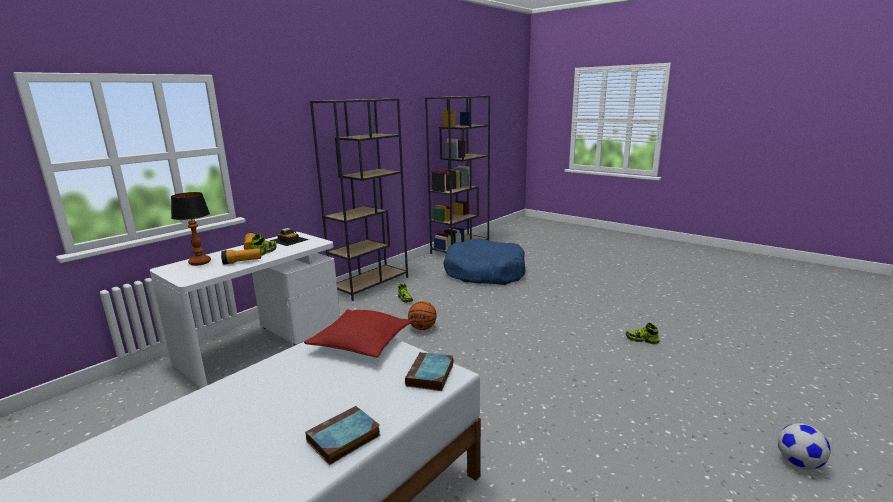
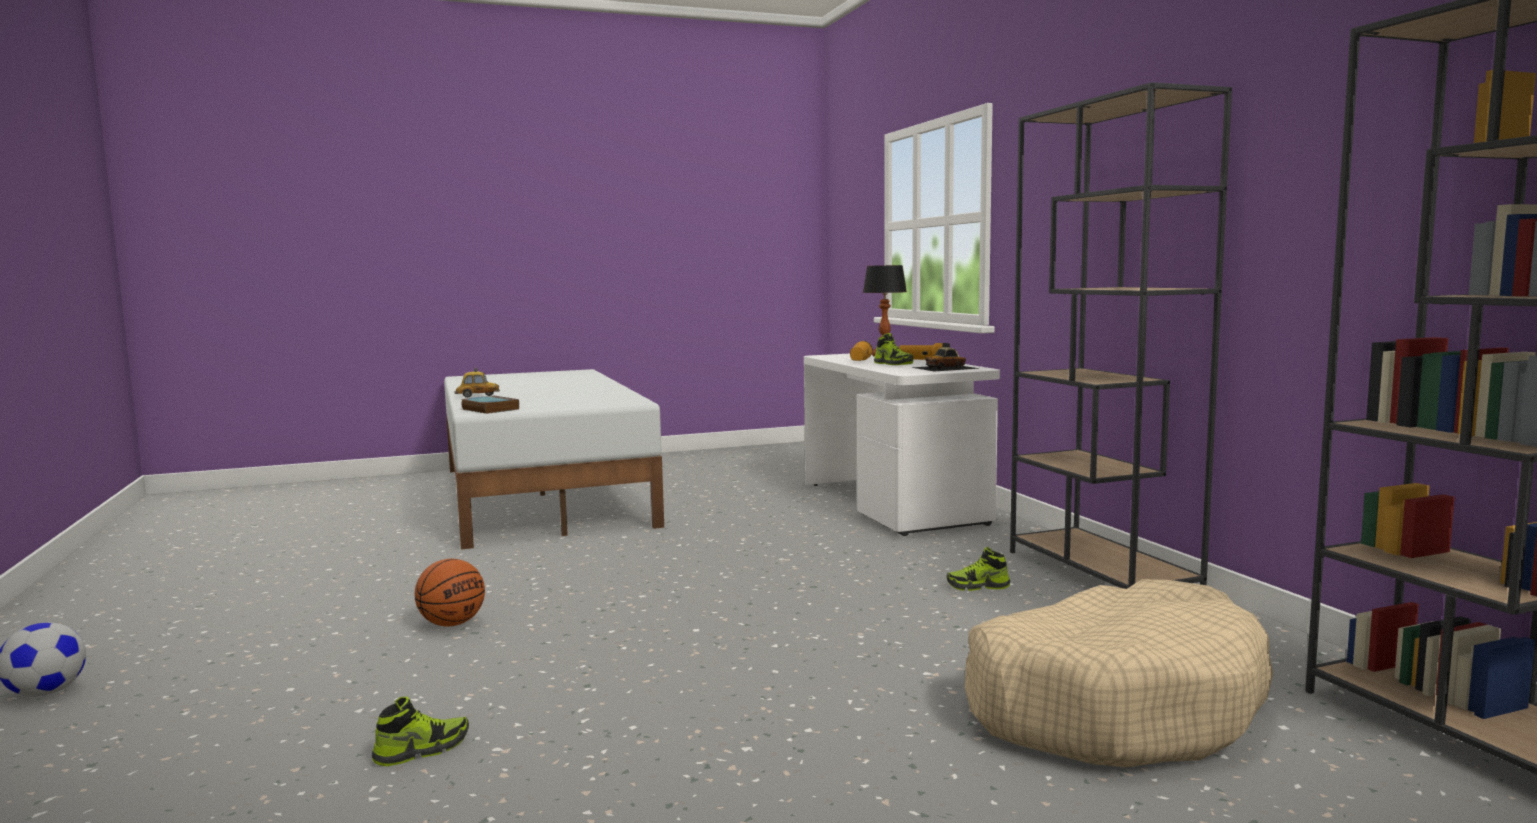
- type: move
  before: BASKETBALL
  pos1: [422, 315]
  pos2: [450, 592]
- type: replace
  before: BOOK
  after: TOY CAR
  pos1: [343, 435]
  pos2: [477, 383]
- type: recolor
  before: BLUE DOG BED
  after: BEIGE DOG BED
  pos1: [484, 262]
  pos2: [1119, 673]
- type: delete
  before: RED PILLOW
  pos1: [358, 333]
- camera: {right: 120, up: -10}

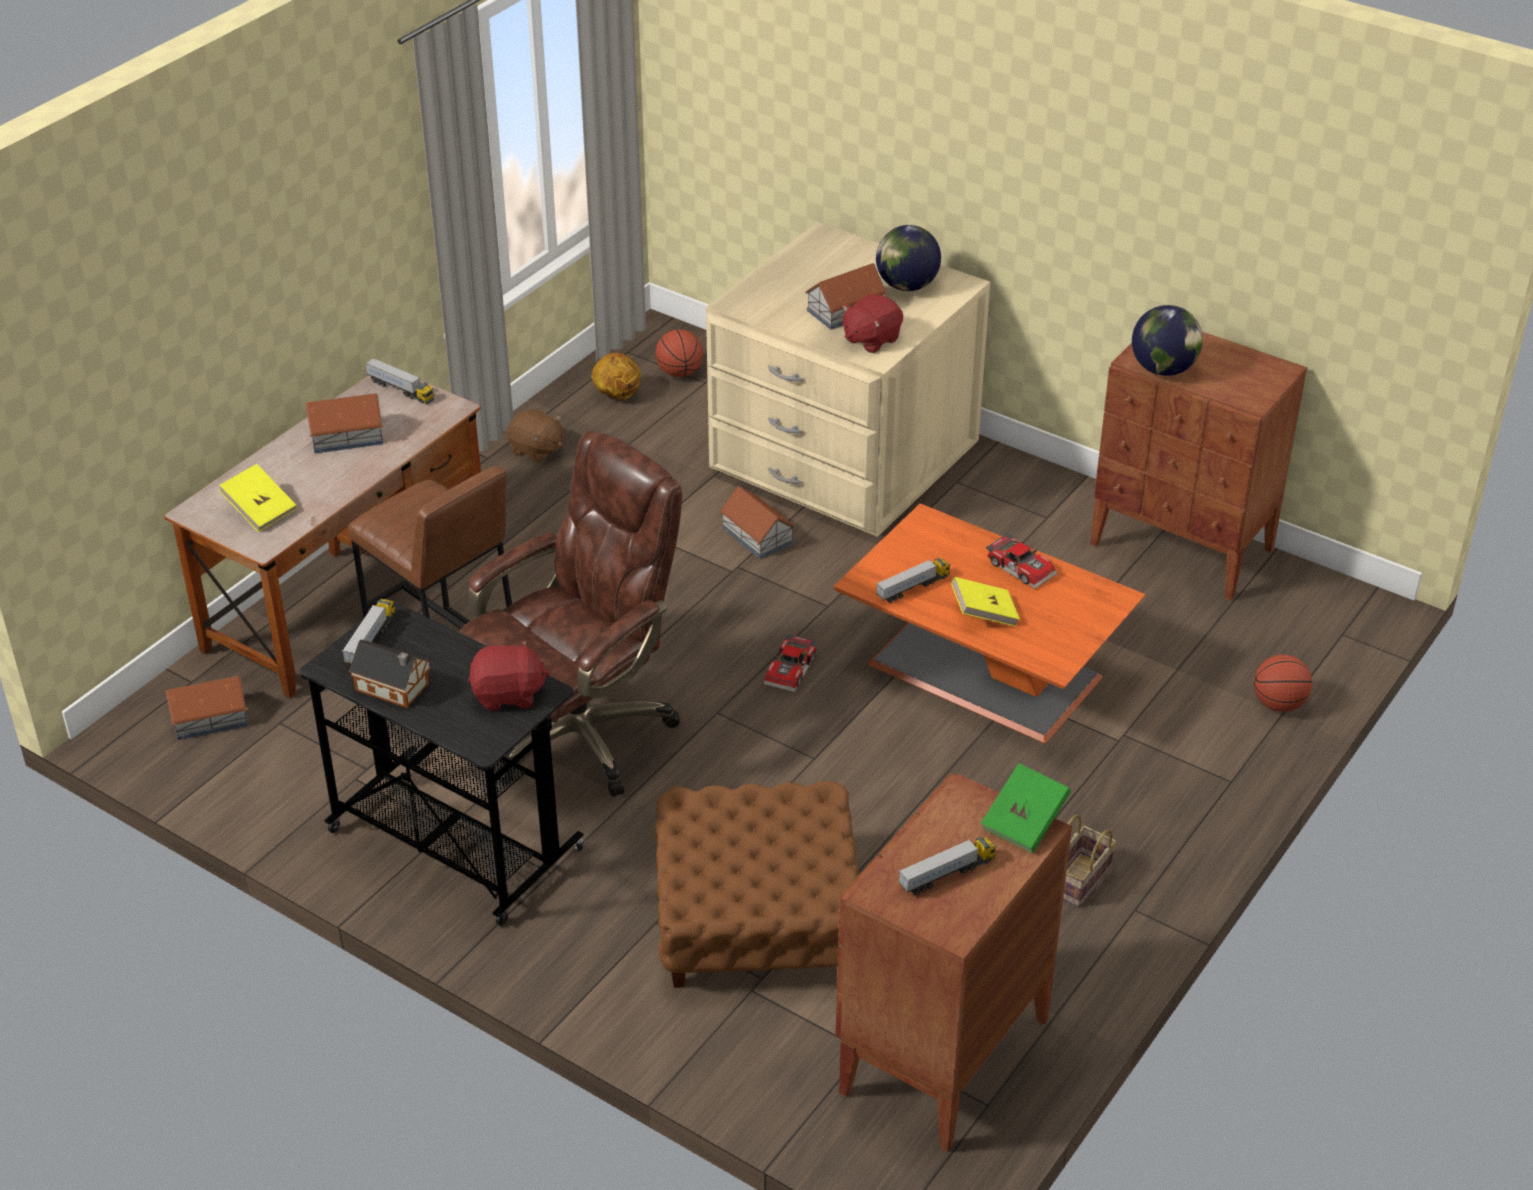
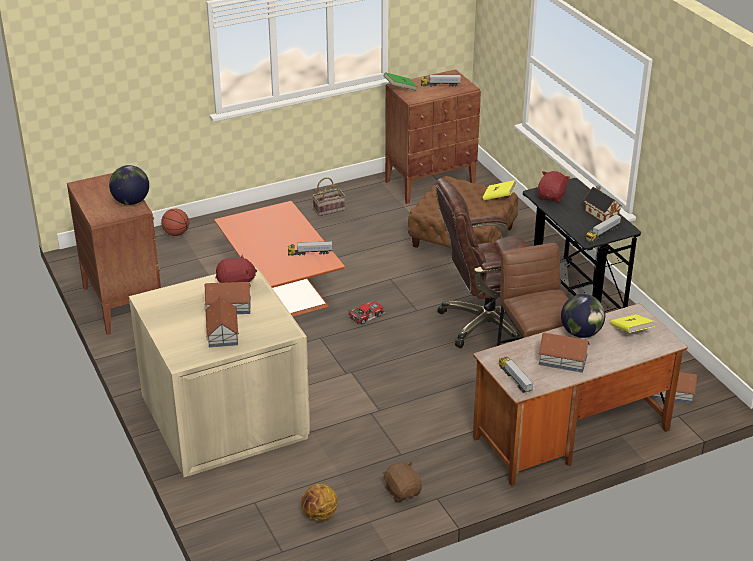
- type: move
  before: TOY HOUSE
  pos1: [758, 522]
  pos2: [222, 321]
- type: move
  before: YELLOW BOOK
  pos1: [985, 602]
  pos2: [499, 190]
- type: rotate
  before: RED PLUSH TOY
  pos1: [509, 675]
  pos2: [554, 187]
  turn: 90
- type: move
  before: GLOBE
  pos1: [908, 258]
  pos2: [583, 316]
- type: delete
  before: BASKETBALL
  pos1: [679, 353]
- type: delete
  before: TOY CAR
  pos1: [1021, 561]
- camera: {right: -150, up: -5}

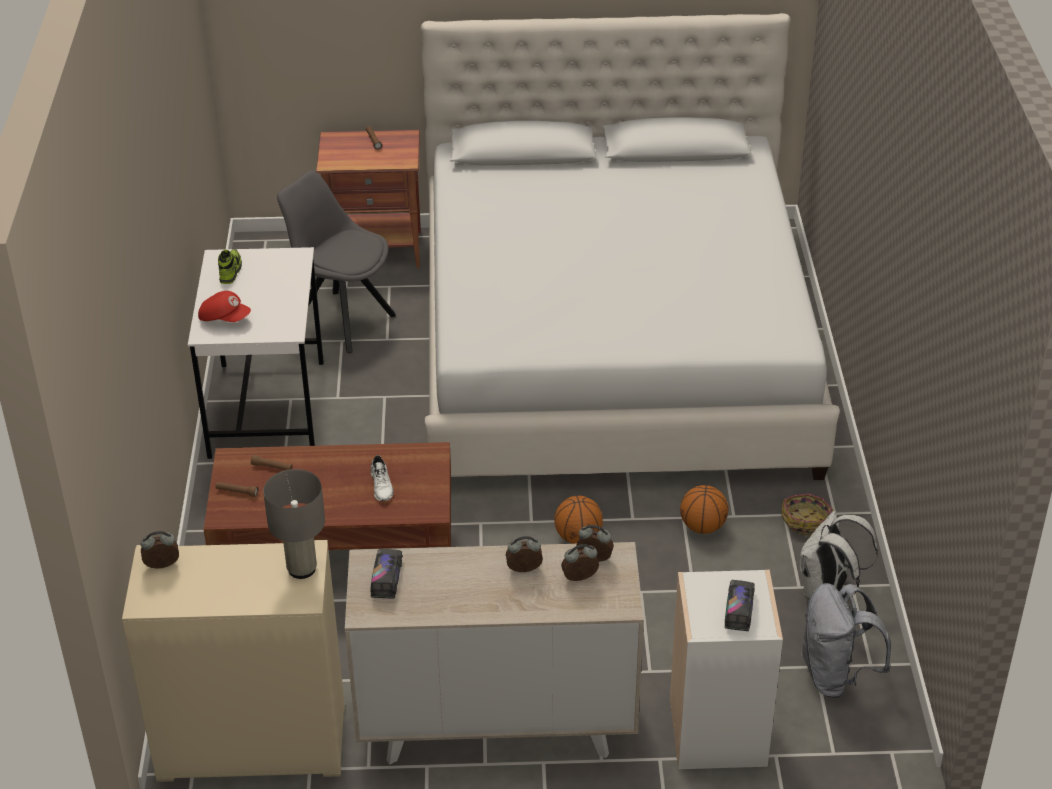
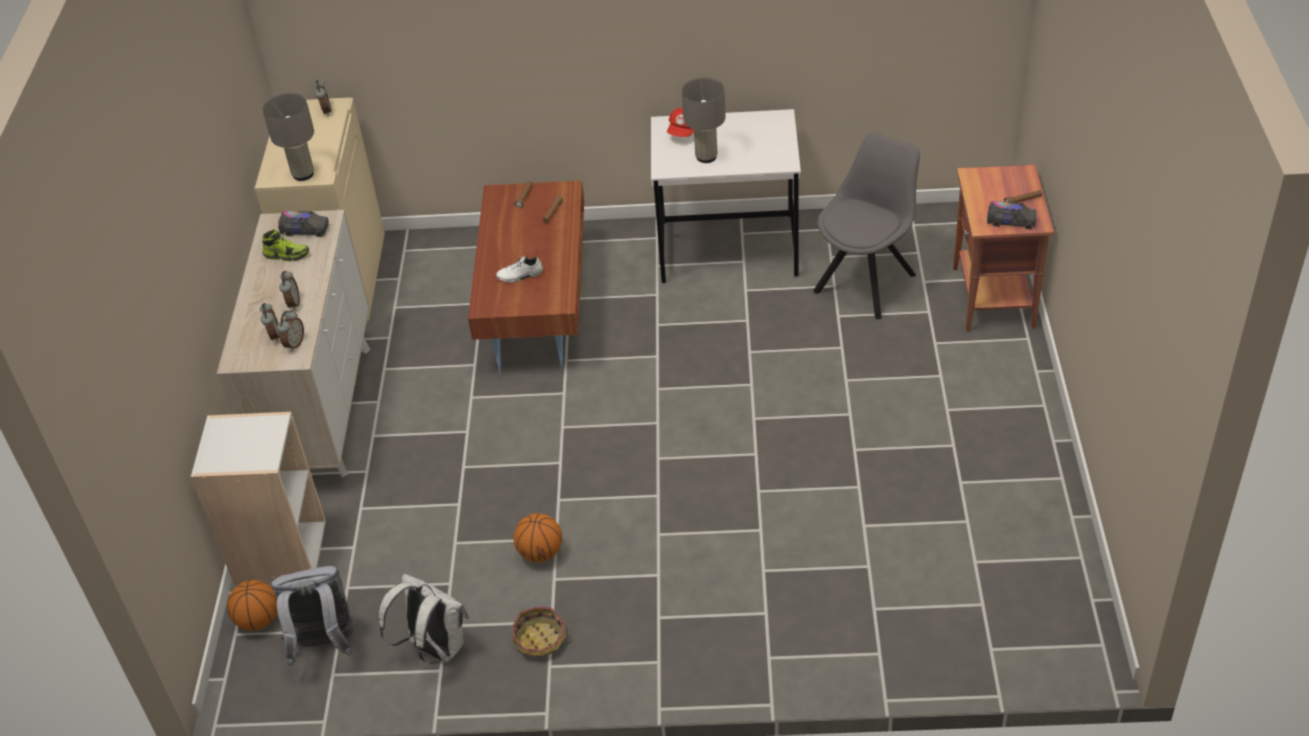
- type: move
  before: BASKETBALL
  pos1: [578, 520]
  pos2: [252, 605]
- type: move
  before: SHOE
  pos1: [230, 266]
  pos2: [285, 245]
- type: insert
  after: GREY TABLE LAMP
  pos2: [703, 120]
- type: move
  before: TOY TRUCK
  pos1: [739, 605]
  pos2: [1011, 215]
- type: delete
  before: WHITE BED
  pos1: [630, 246]
- camera: {right: 95, up: 5}

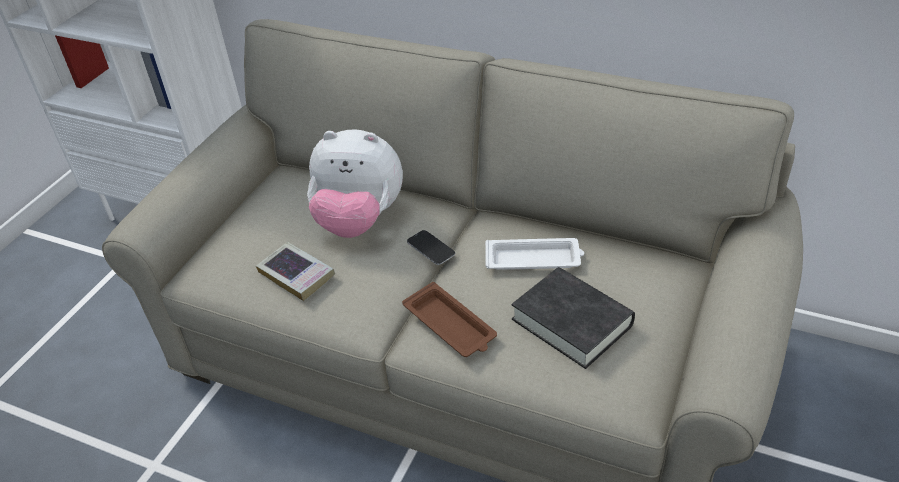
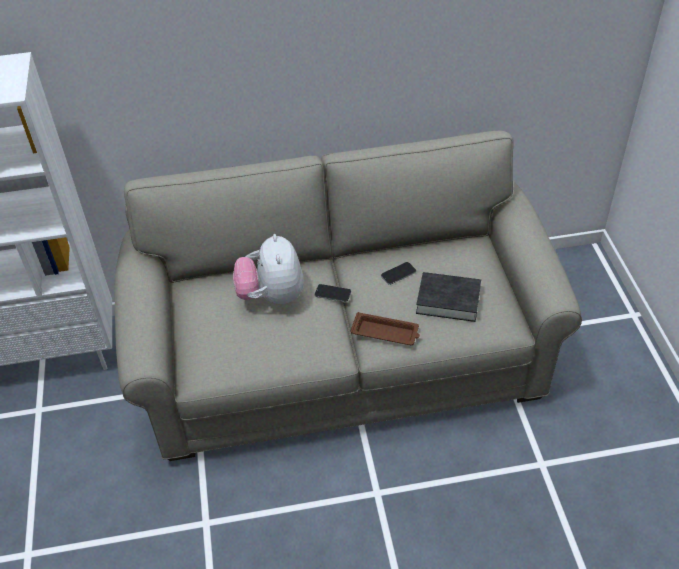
- type: rotate
  before: PLUSH TOY
  pos1: [355, 183]
  pos2: [268, 269]
  turn: 105
- type: replace
  before: WHITE TRAY
  after: PHONE
  pos1: [534, 254]
  pos2: [398, 273]
- type: delete
  before: BOOK
  pos1: [295, 271]
- camera: {right: -35, up: 5}

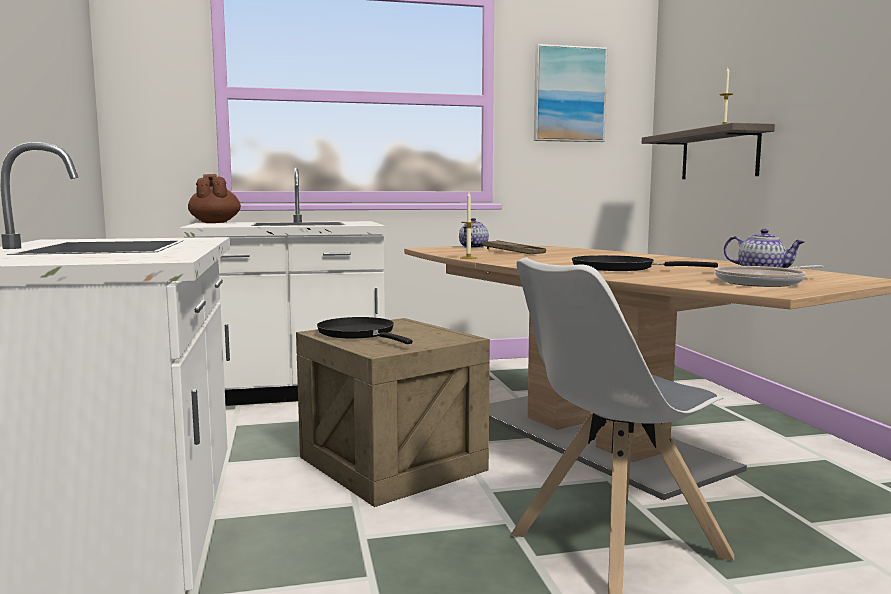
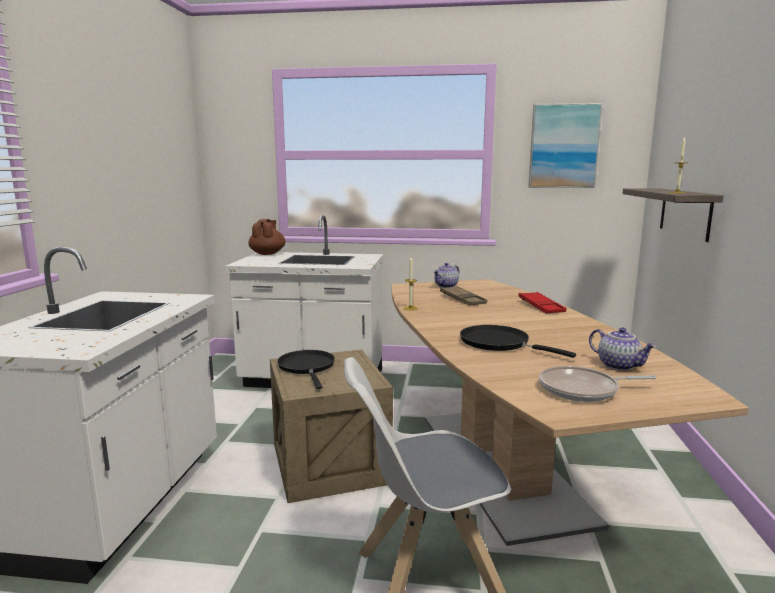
- type: insert
  after: RED TRAY
  pos2: [542, 302]
- camera: {right: 20, up: 5}

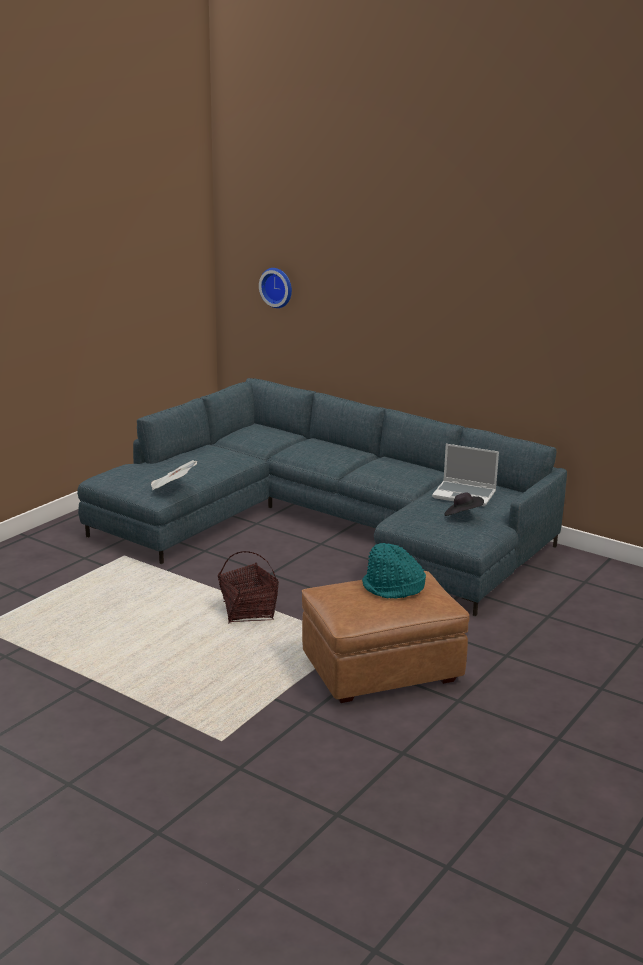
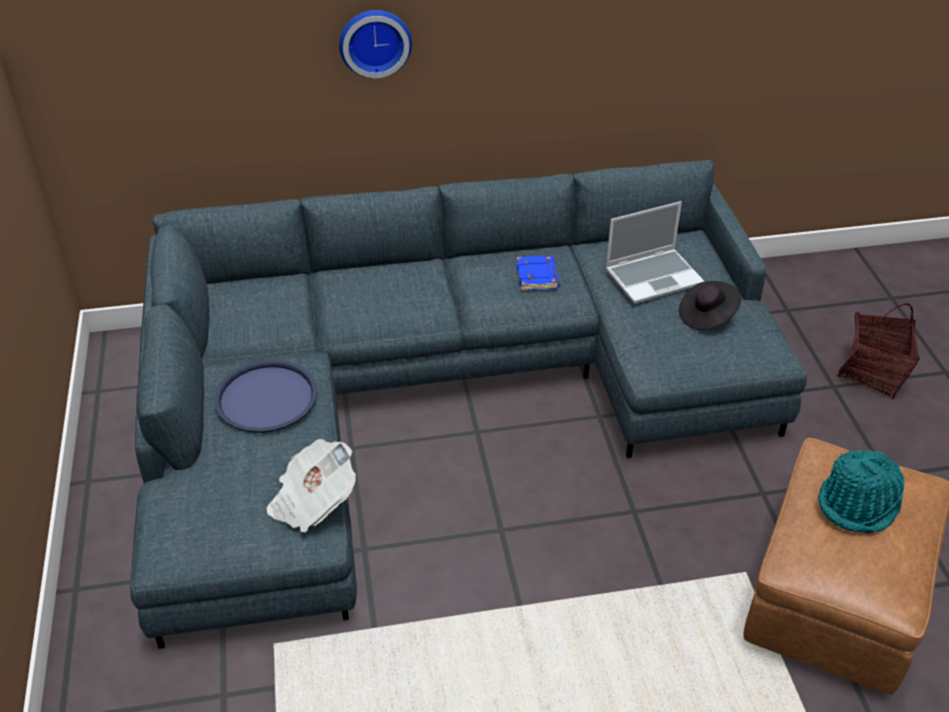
- type: insert
  after: BLUE TRAY
  pos2: [266, 396]
- type: move
  before: WALL CLOCK
  pos1: [275, 288]
  pos2: [375, 44]
- type: insert
  after: BLUE BOOK
  pos2: [538, 273]
- type: move
  before: BASKET
  pos1: [248, 587]
  pos2: [879, 351]
- camera: {right: -45, up: 20}

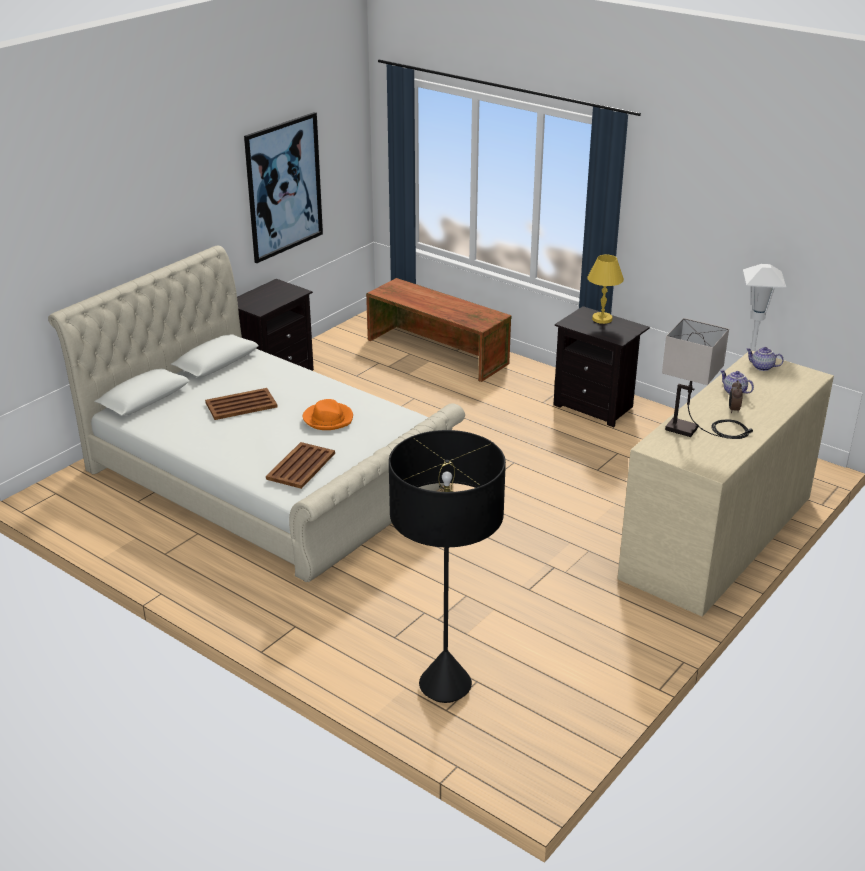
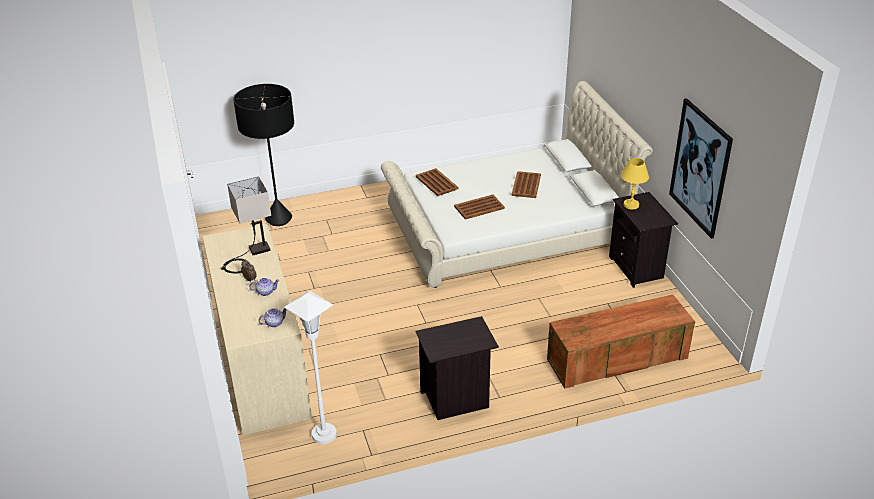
- type: replace
  before: ORANGE HAT
  after: BROWN TRAY
  pos1: [328, 414]
  pos2: [479, 207]
- type: move
  before: YELLOW TABLE LAMP
  pos1: [605, 289]
  pos2: [635, 183]
- camera: {right: 125, up: 5}

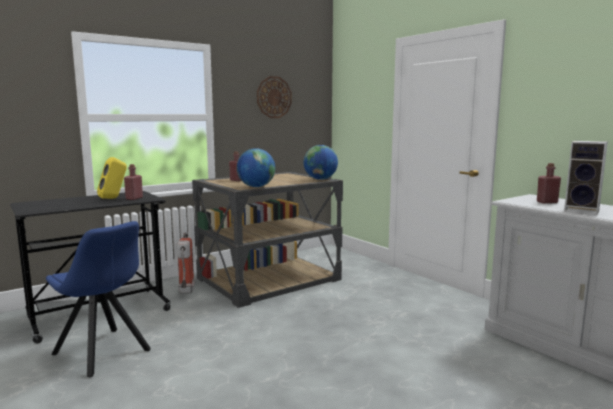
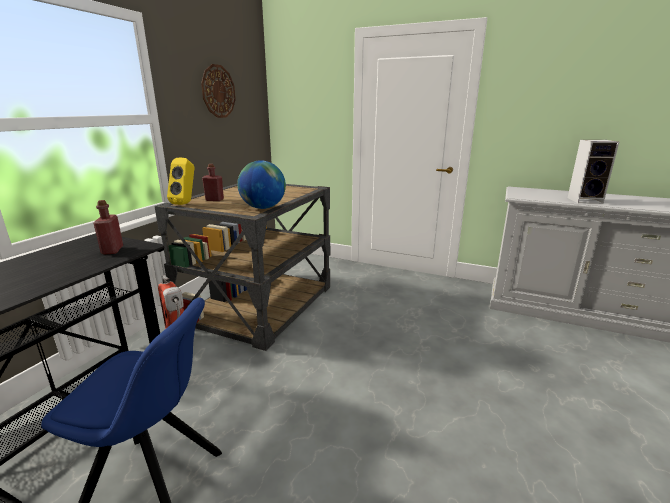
- type: move
  before: YELLOW SPEAKER
  pos1: [112, 178]
  pos2: [180, 181]
- type: delete
  before: GLOBE
  pos1: [320, 162]
- type: delete
  before: RED BOTTLE
  pos1: [549, 183]
- camera: {right: -30, up: 10}

